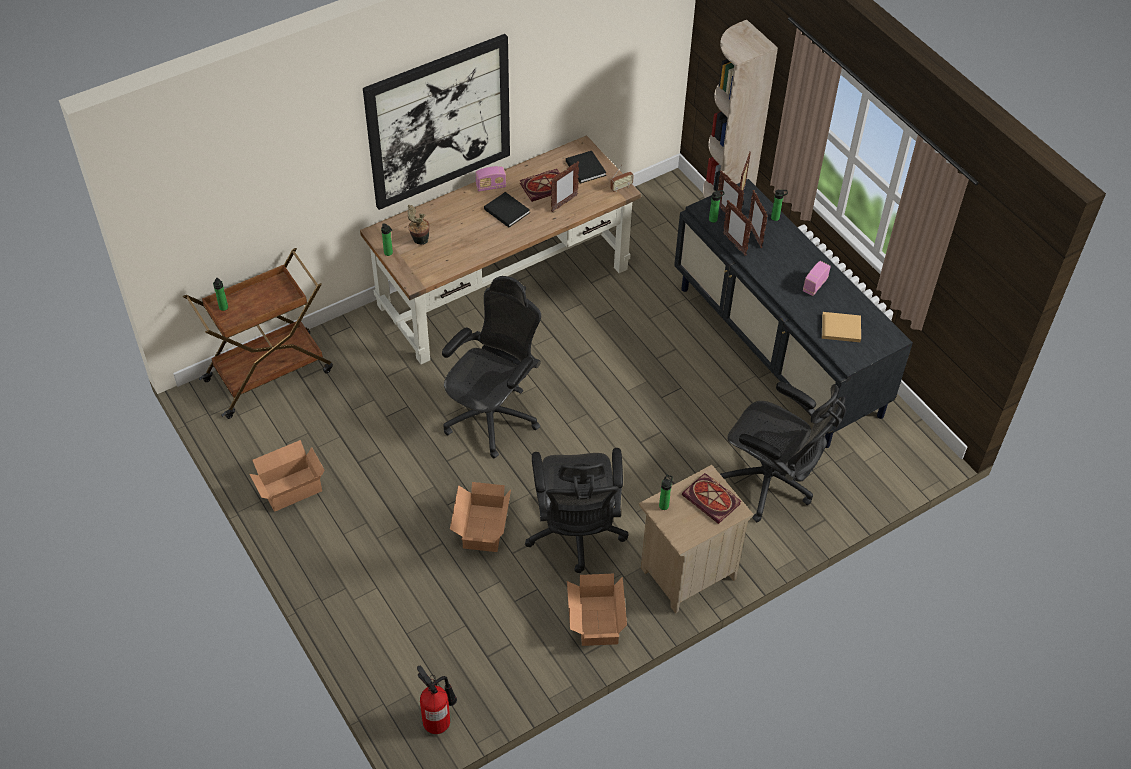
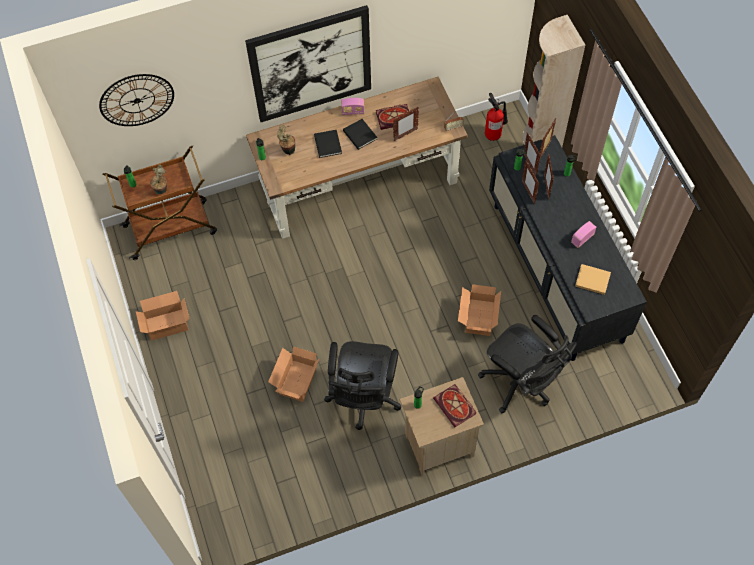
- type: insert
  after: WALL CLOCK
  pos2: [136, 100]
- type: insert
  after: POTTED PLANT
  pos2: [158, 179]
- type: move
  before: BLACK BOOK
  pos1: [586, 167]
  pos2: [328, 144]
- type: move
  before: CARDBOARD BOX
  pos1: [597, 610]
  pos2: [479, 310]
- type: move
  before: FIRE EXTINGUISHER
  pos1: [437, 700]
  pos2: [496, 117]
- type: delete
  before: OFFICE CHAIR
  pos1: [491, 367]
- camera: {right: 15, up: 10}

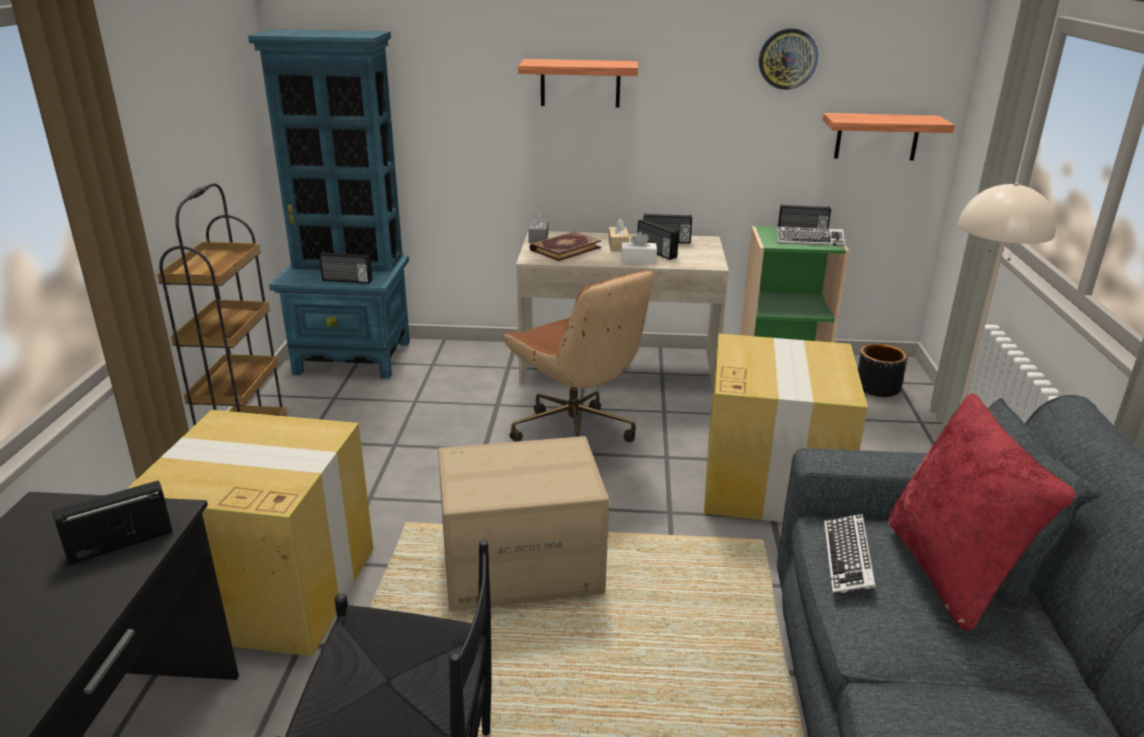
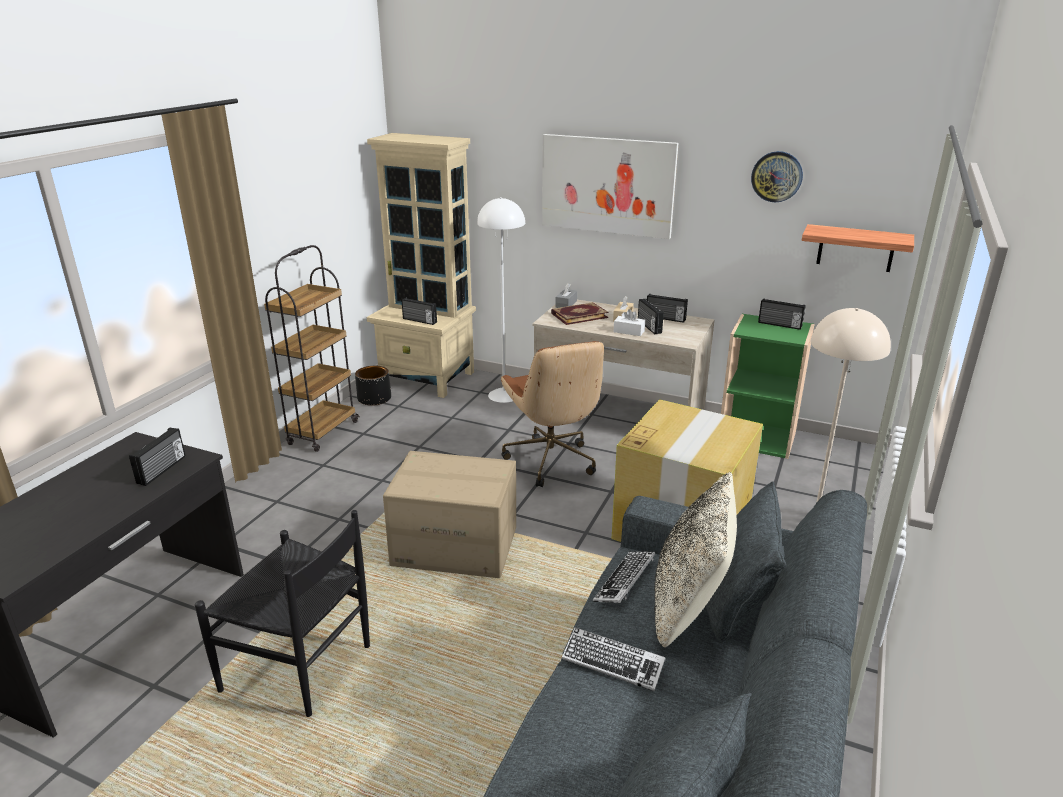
- type: rotate
  before: RADIO
  pos1: [112, 522]
  pos2: [157, 457]
  turn: 120
- type: move
  before: BLACK PLANTER
  pos1: [883, 370]
  pos2: [373, 386]
- type: recolor
  before: BLUE CABINET
  after: BEIGE CABINET
  pos1: [329, 204]
  pos2: [421, 265]
- type: insert
  after: WHITE FLOOR LAMP
  pos2: [501, 300]
- type: replace
  before: SHELF
  after: PICTURE
  pos1: [578, 83]
  pos2: [610, 186]
- type: move
  before: KEYBOARD
  pos1: [811, 236]
  pos2: [613, 659]
- type: recolor
  before: RED PILLOW
  after: BEIGE PILLOW
  pos1: [983, 513]
  pos2: [695, 559]
- type: delete
  before: CARDBOARD BOX
  pos1: [250, 533]
- camera: {right: 20, up: 0}

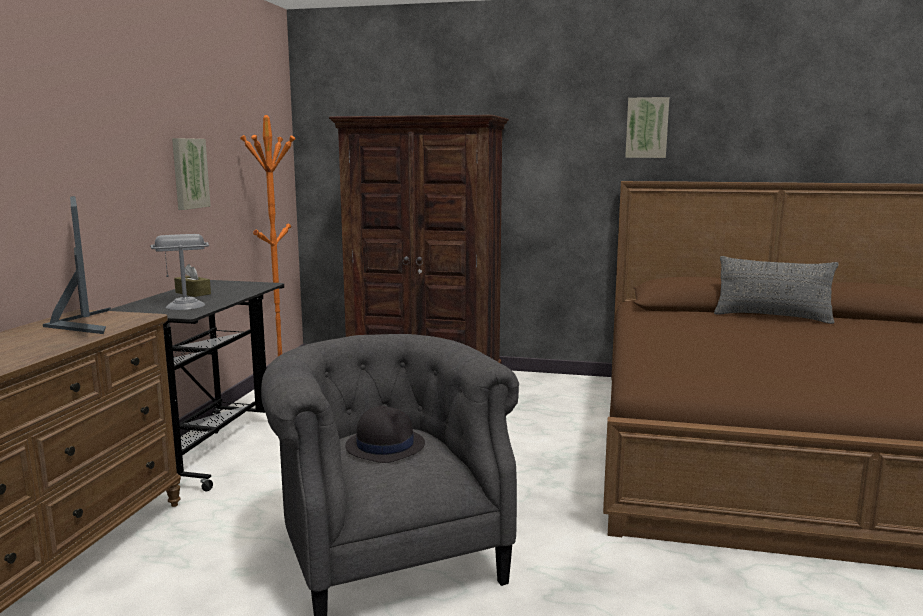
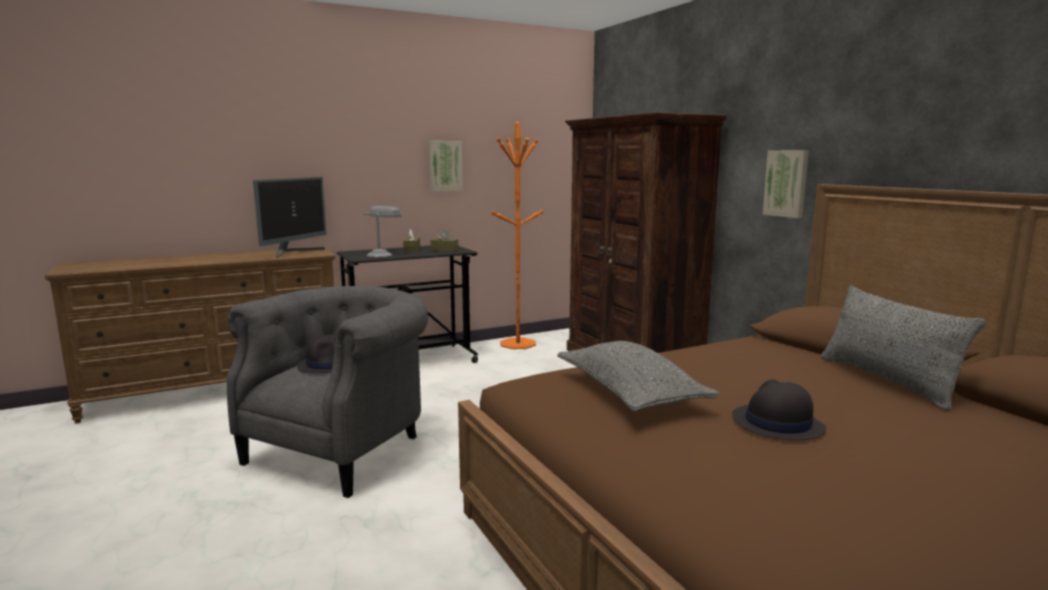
- type: insert
  after: BROWN TISSUE BOX
  pos2: [444, 240]
- type: insert
  after: GREY PILLOW
  pos2: [638, 376]
- type: insert
  after: BLACK HAT
  pos2: [779, 410]
- type: move
  before: PICTURE
  pos1: [647, 127]
  pos2: [786, 184]
- camera: {right: 50, up: 0}

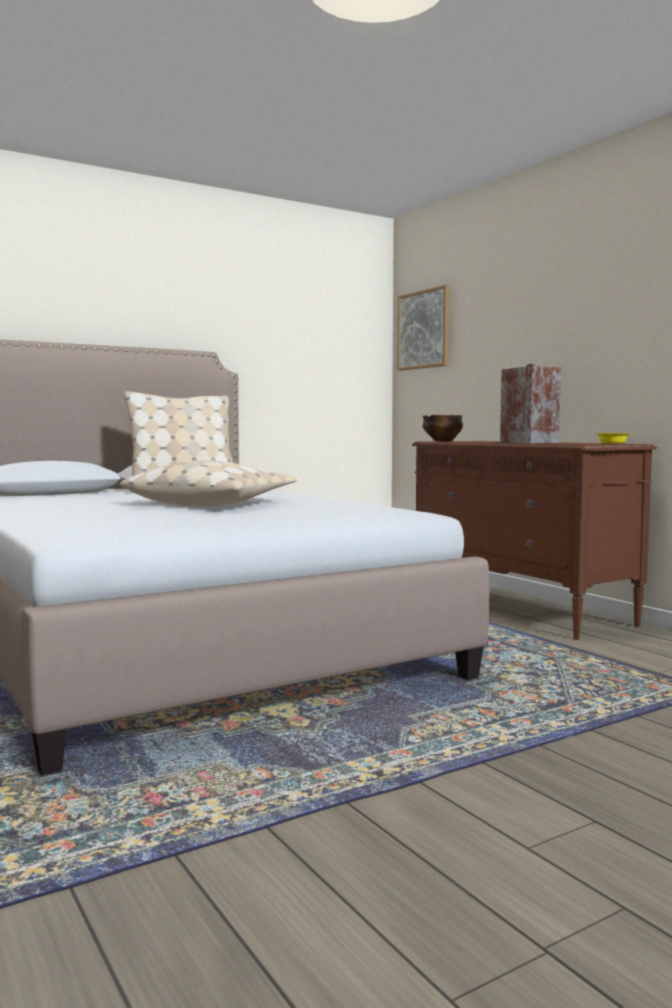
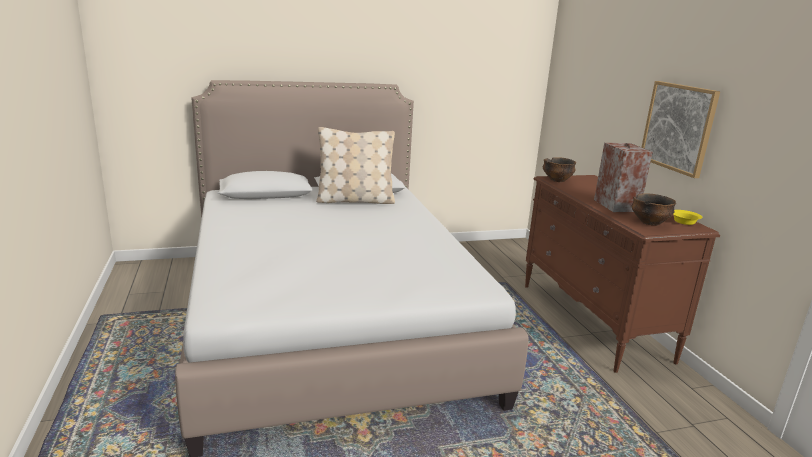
- type: insert
  after: BOWL
  pos2: [653, 209]
- type: move
  before: PICTURE
  pos1: [423, 328]
  pos2: [681, 129]
- type: delete
  before: BEIGE PILLOW
  pos1: [208, 483]
- camera: {right: 15, up: 15}

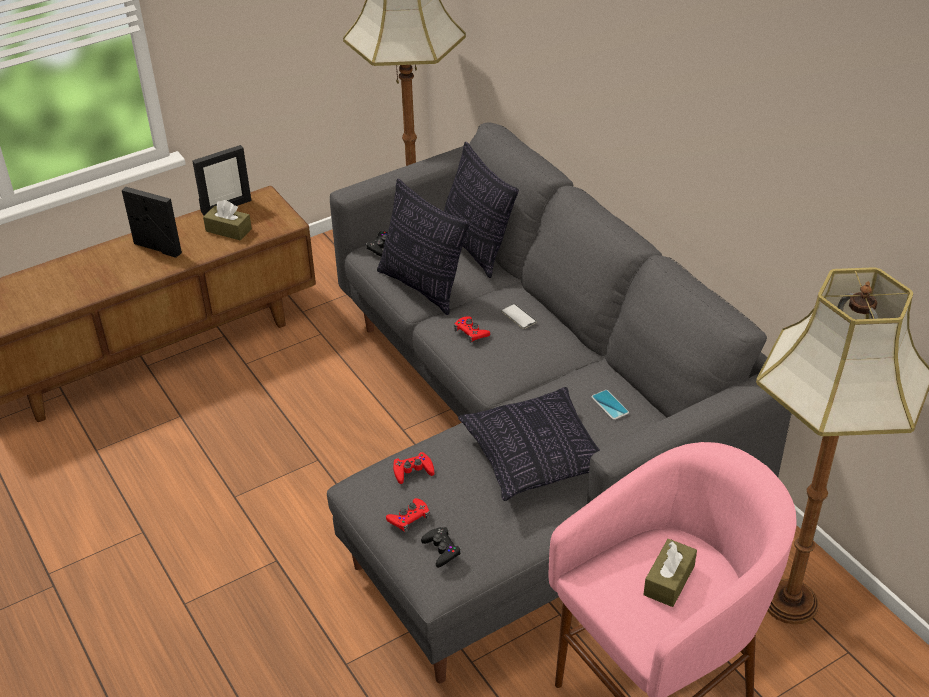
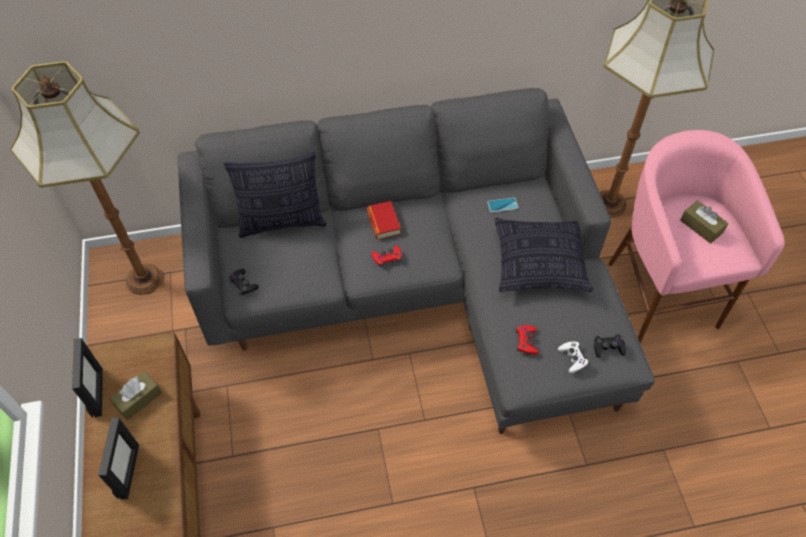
- type: rotate
  before: PICTURE FRAME
  pos1: [152, 222]
  pos2: [118, 458]
  turn: 135
- type: replace
  before: PHONE
  after: BOOK
  pos1: [519, 316]
  pos2: [384, 220]
- type: recolor
  before: RED GAME CONTROLLER
  after: WHITE GAME CONTROLLER
  pos1: [408, 515]
  pos2: [573, 357]
- type: delete
  before: PILLOW
  pos1: [423, 247]
- camera: {right: -70, up: 15}

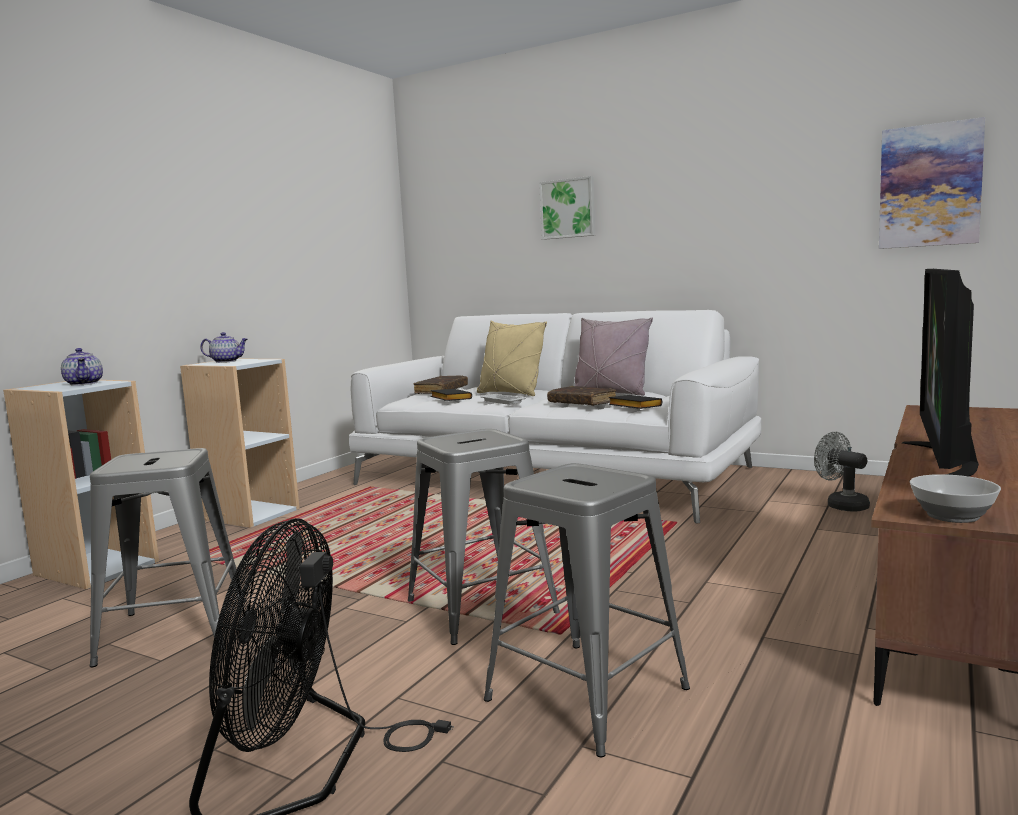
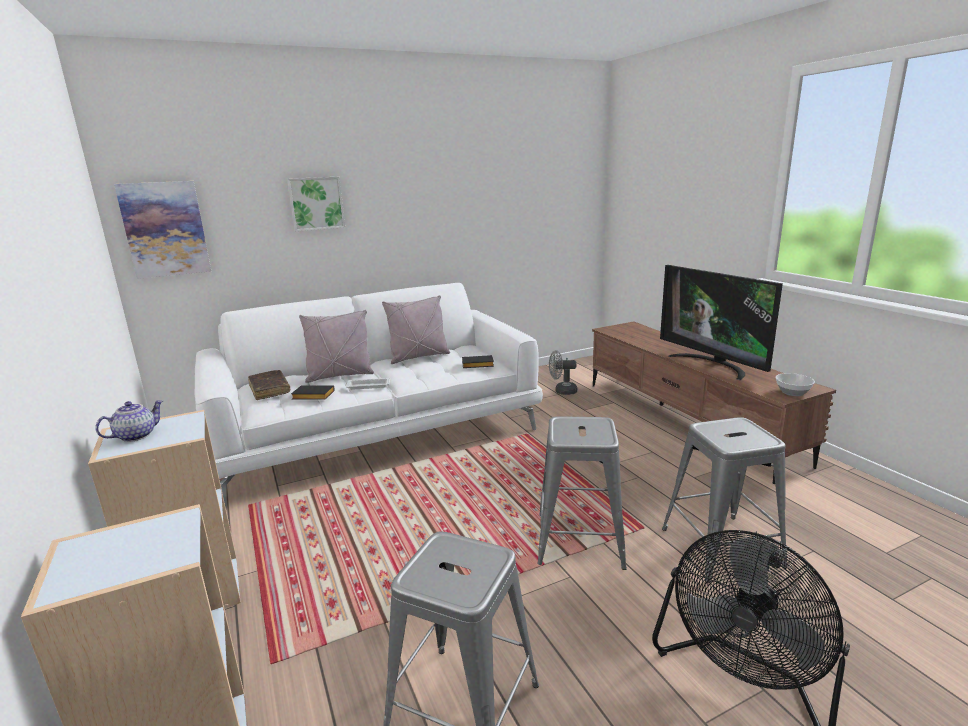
- type: move
  before: PICTURE
  pos1: [932, 183]
  pos2: [162, 230]
- type: recolor
  before: BEIGE PILLOW
  after: PURPLE PILLOW
  pos1: [512, 358]
  pos2: [336, 346]
- type: delete
  before: TEAPOT
  pos1: [82, 367]
- type: delete
  before: BROWN BOOK
  pos1: [581, 396]
- camera: {right: -55, up: 10}

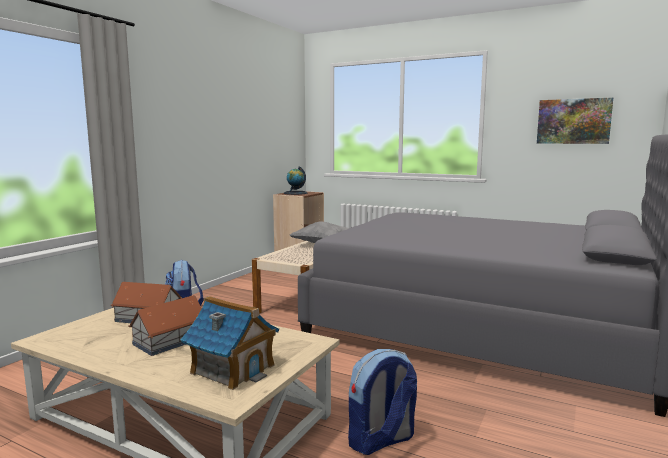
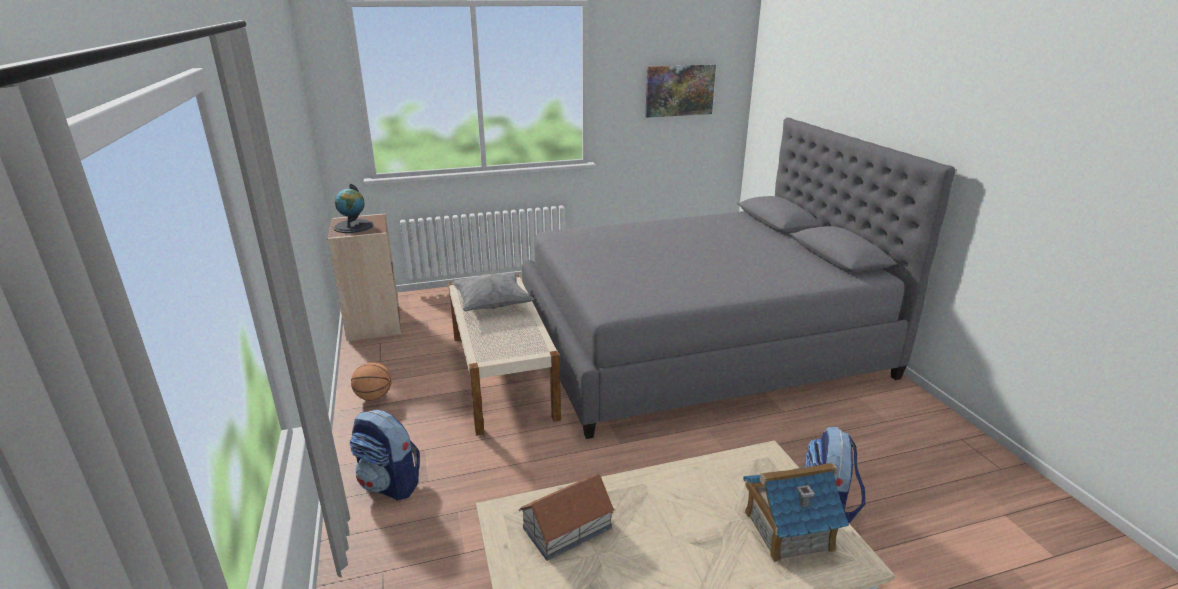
- type: insert
  after: BASKETBALL
  pos2: [371, 381]
- type: delete
  before: TOY HOUSE
  pos1: [165, 325]
- camera: {right: -45, up: 15}

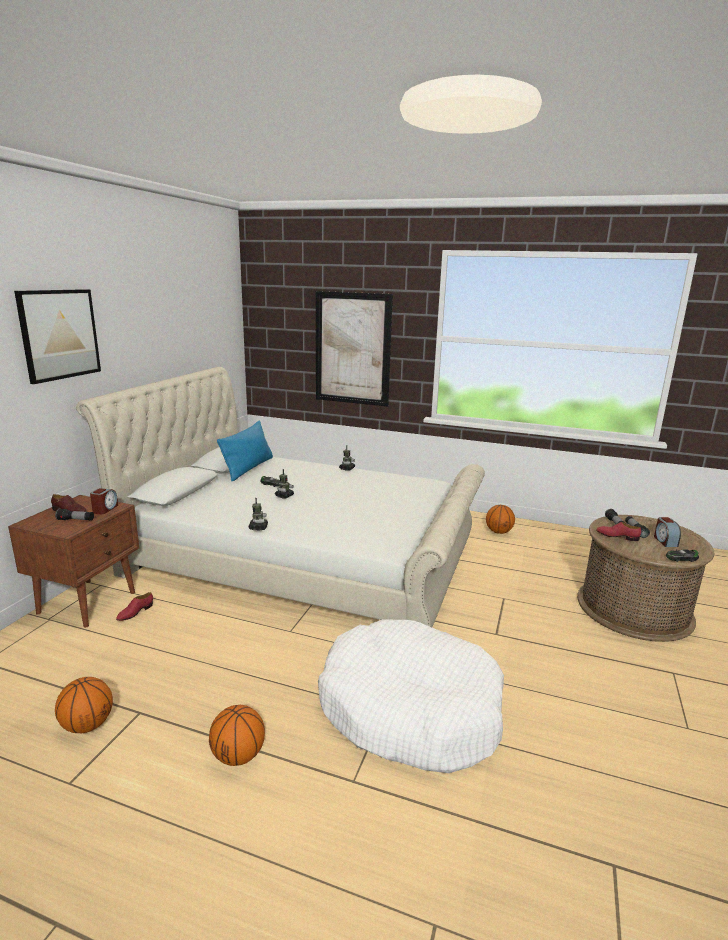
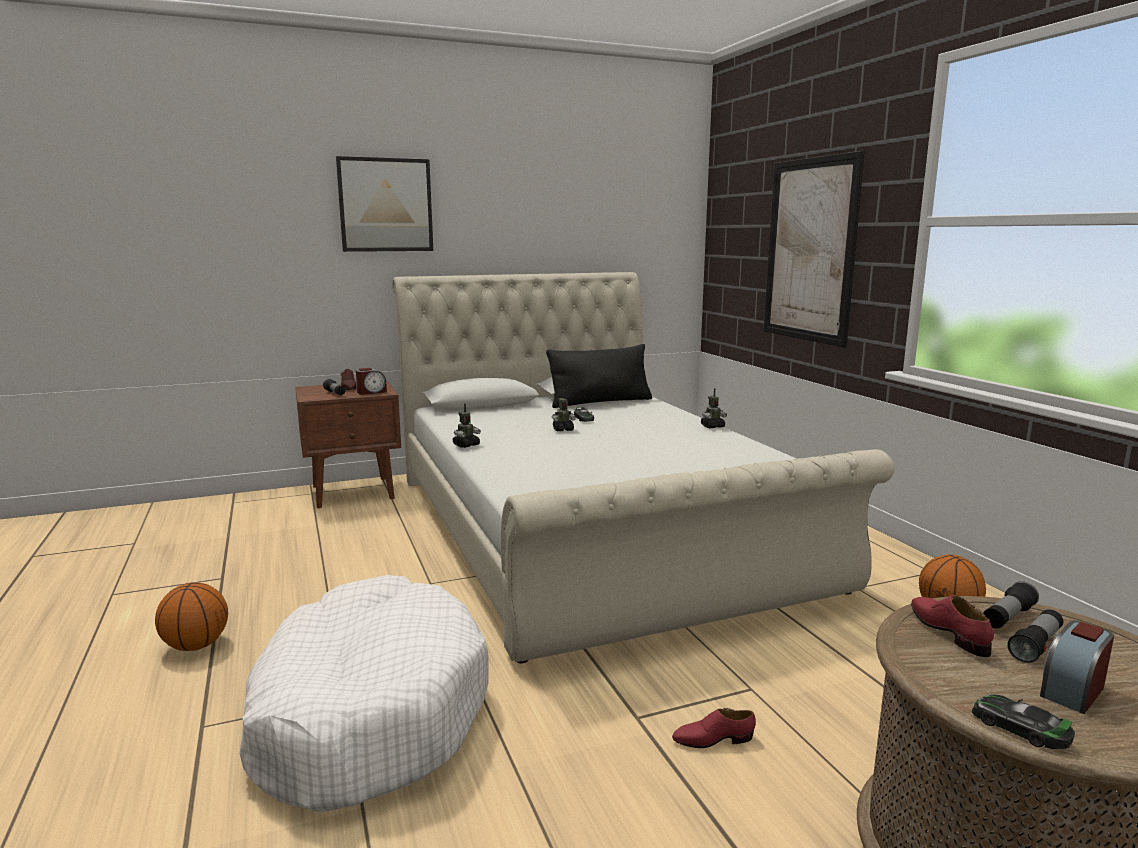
- type: recolor
  before: BLUE PILLOW
  after: BLACK PILLOW
  pos1: [245, 451]
  pos2: [599, 376]
- type: move
  before: RED SHOE
  pos1: [134, 606]
  pos2: [714, 728]
- type: delete
  before: BASKETBALL
  pos1: [84, 705]
- camera: {right: 50, up: -5}

